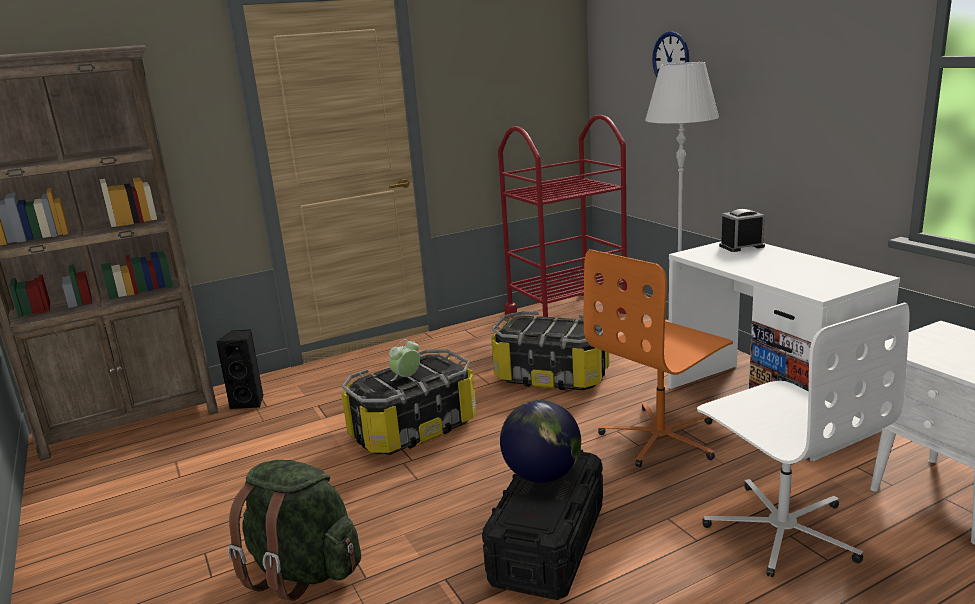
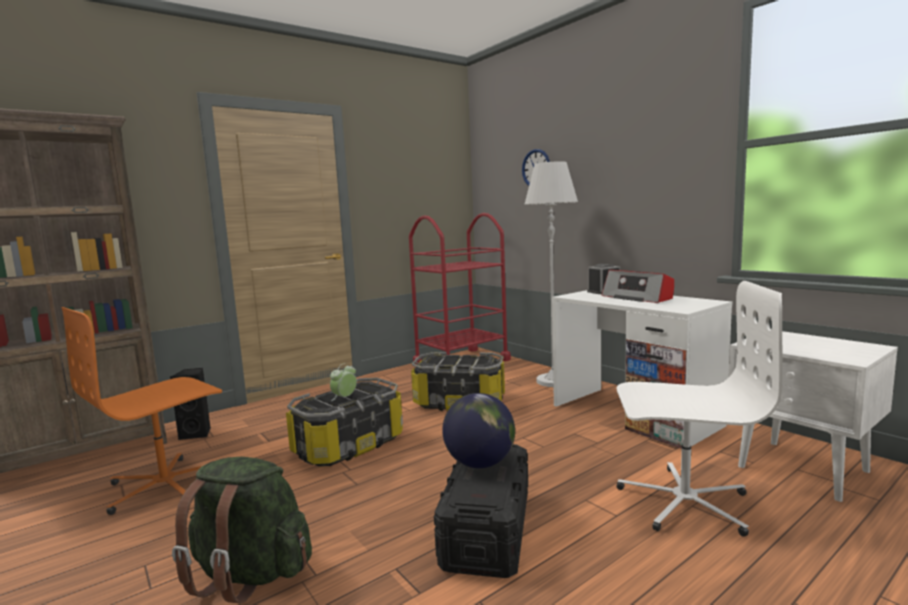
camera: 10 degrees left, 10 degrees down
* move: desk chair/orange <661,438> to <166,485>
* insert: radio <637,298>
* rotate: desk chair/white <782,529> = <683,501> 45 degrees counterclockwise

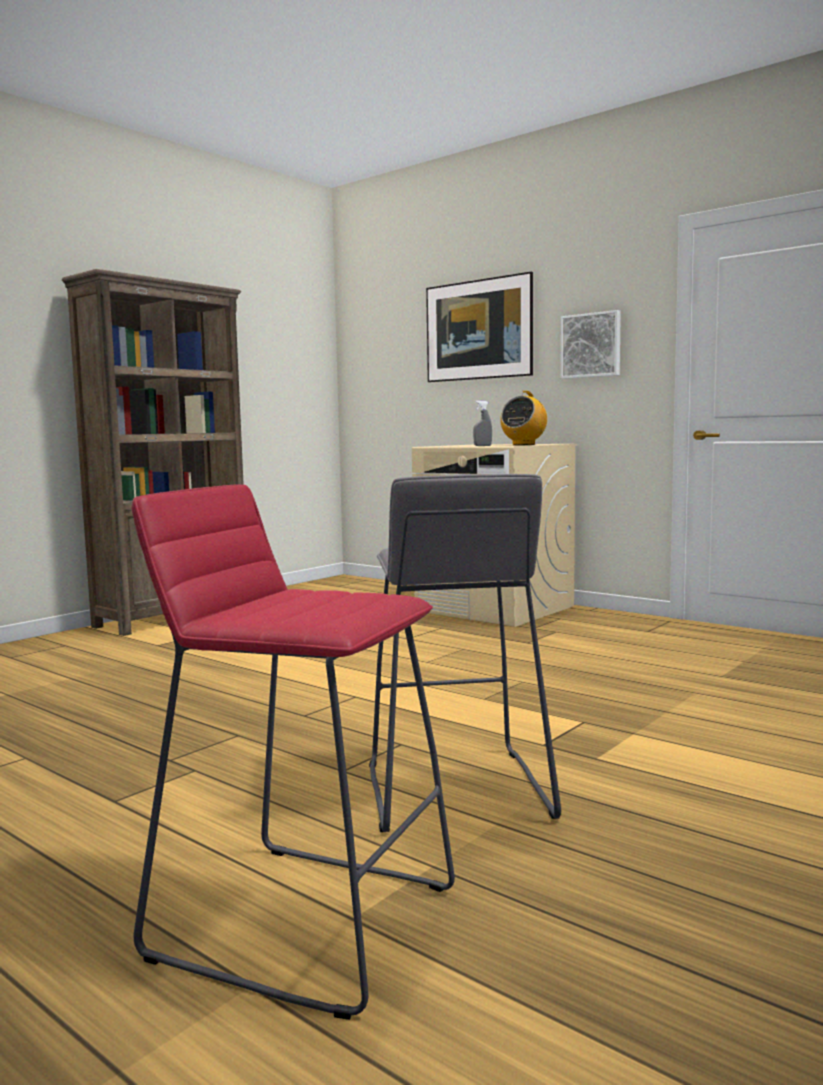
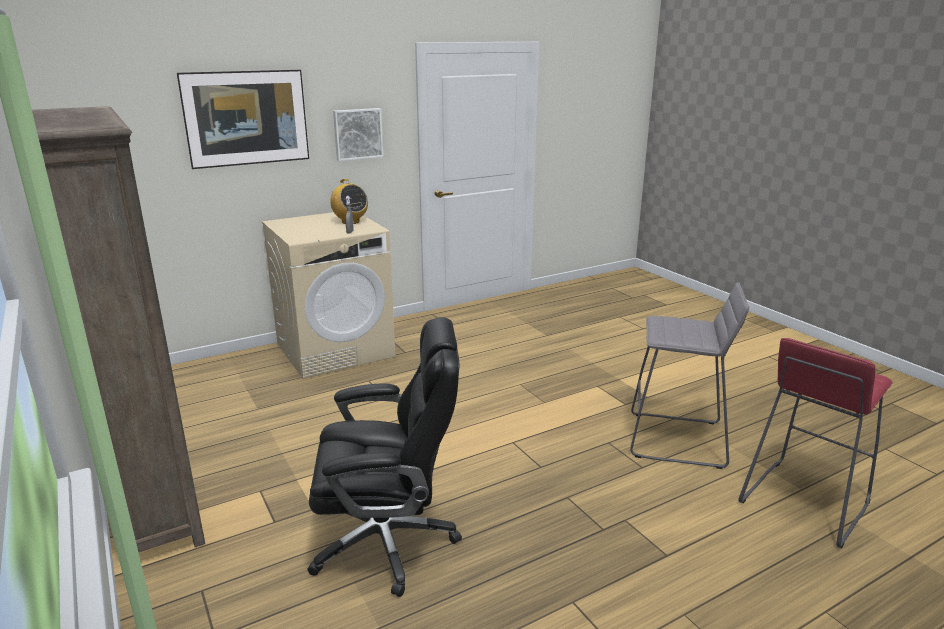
camera: 70 degrees left, 15 degrees up
* insert: desk chair/blackish <388,541>

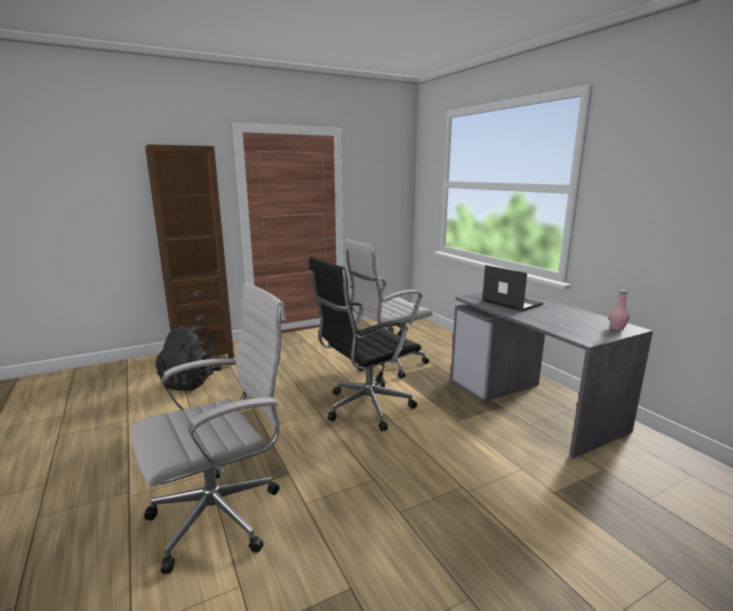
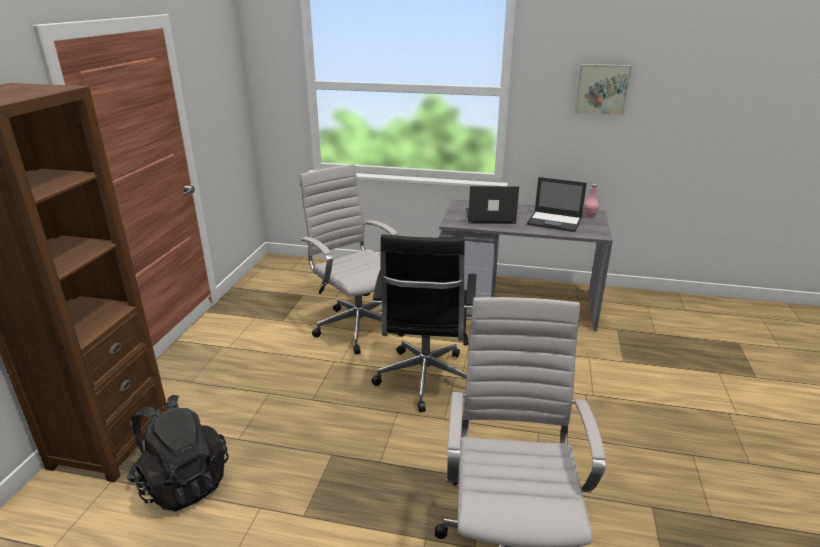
camera: 50 degrees left, 10 degrees up
* rotate: desk chair/white <386,363> = <357,326> 135 degrees clockwise
* insert: portable computer <555,222>
* insert: wall picture <602,89>

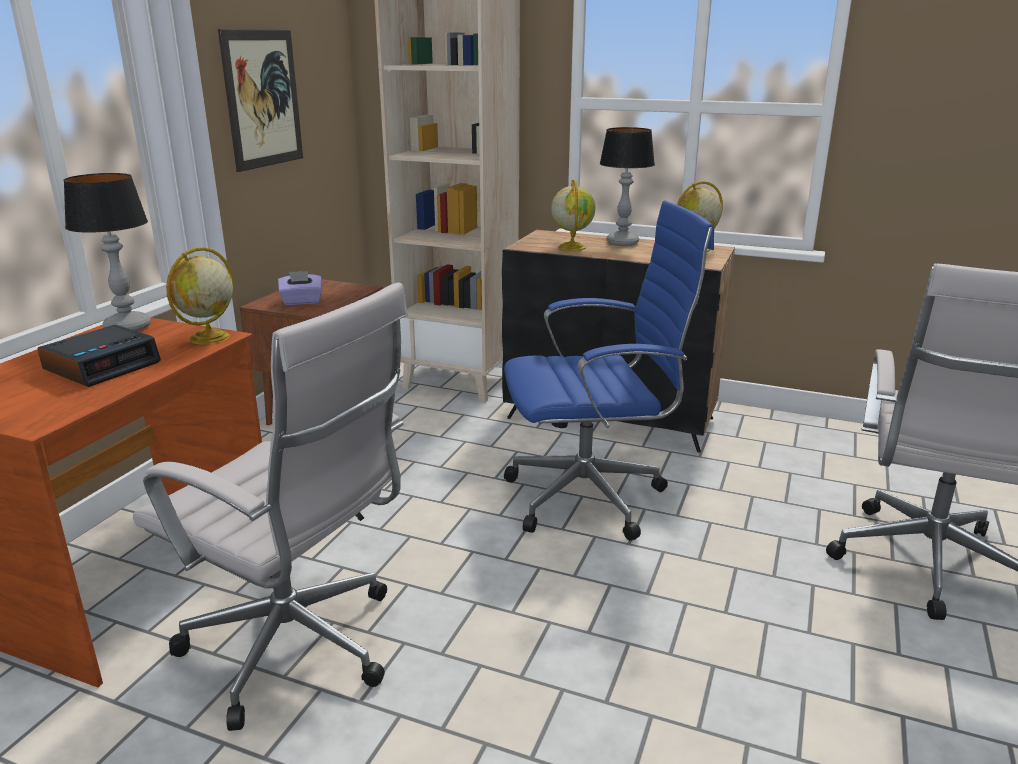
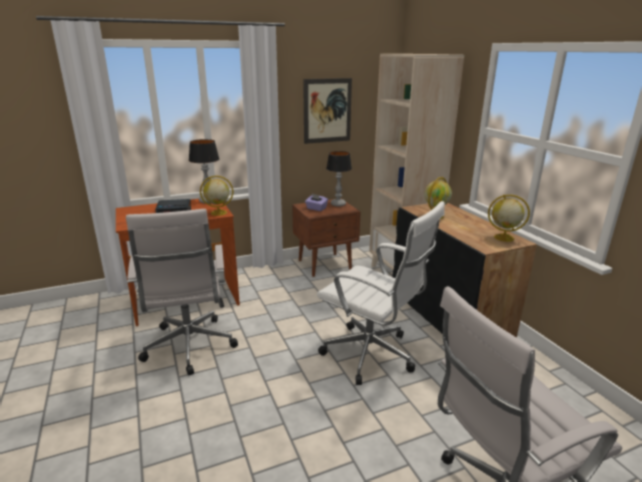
camera: 45 degrees right, 0 degrees up
* recolor: desk chair/bluish <592,497> to desk chair/white <372,355>
* move: lamp for a table <623,243> to <338,204>

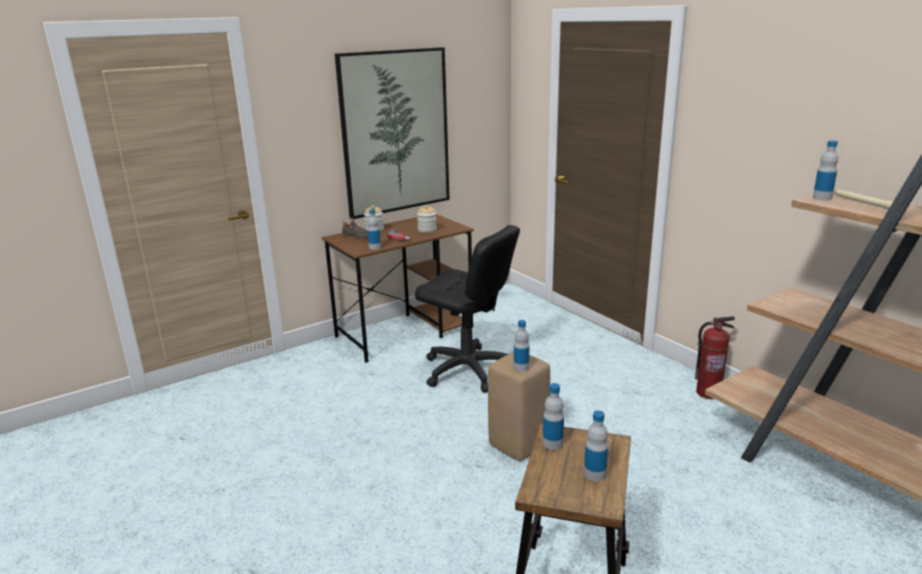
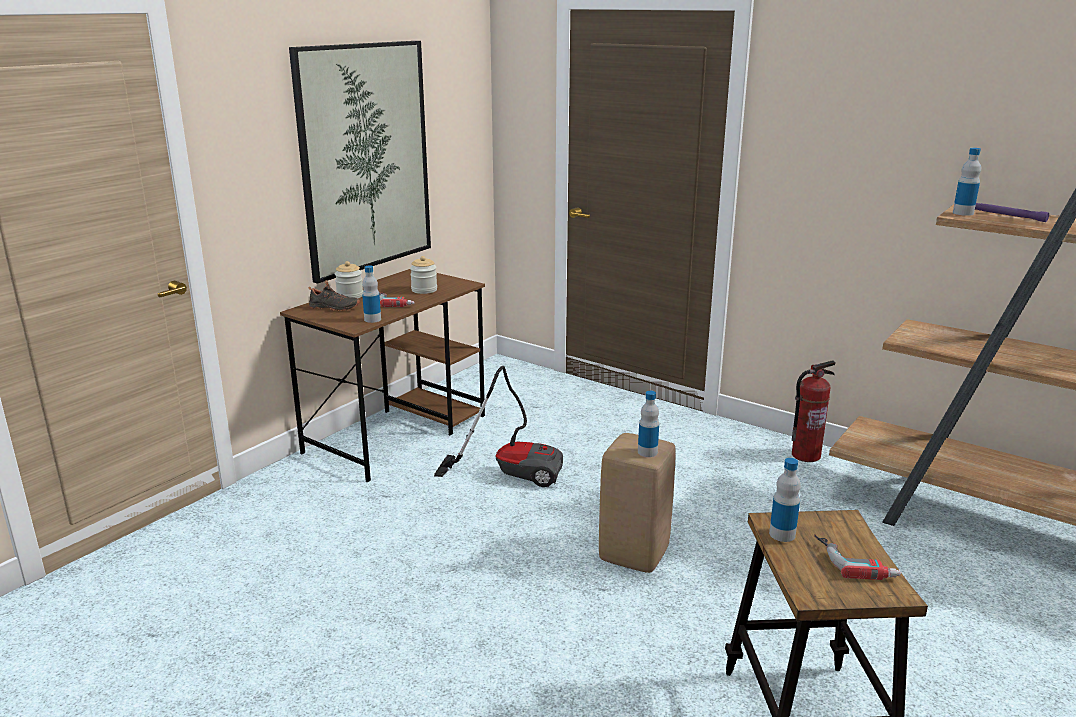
camera: 20 degrees left, 0 degrees up
* replace: desk chair/blackish <467,370> to hoover <512,471>
* replace: bottle <595,474> to electric drill <855,560>
* recolor: torch/beige <862,202> to torch/purple <1007,215>

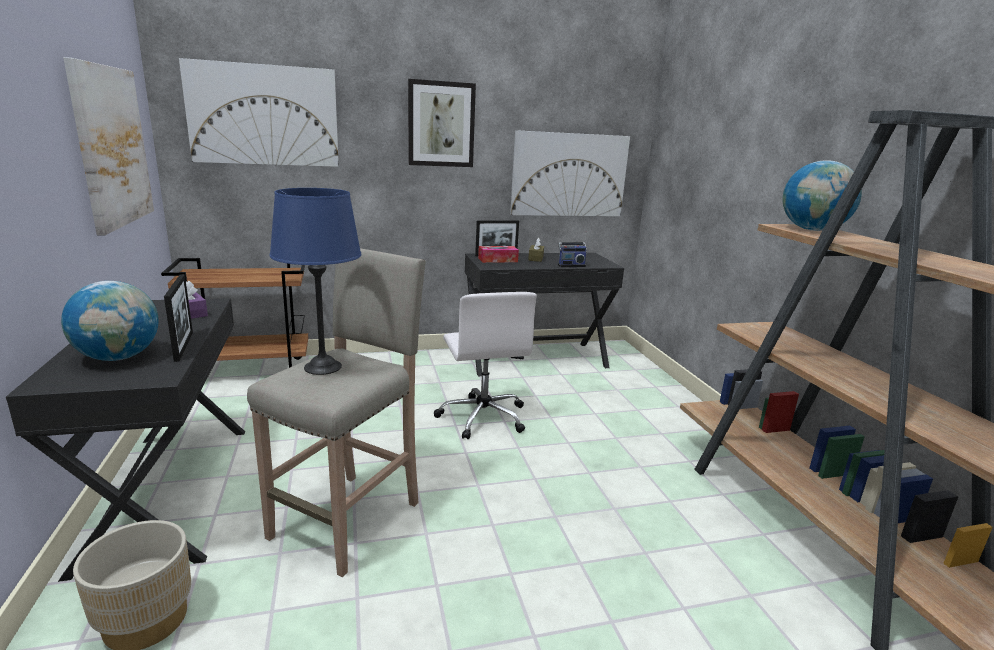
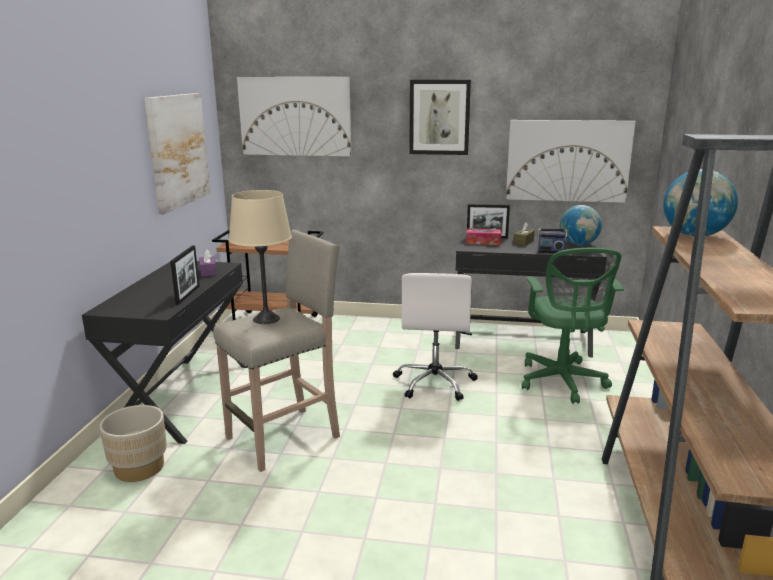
camera: 25 degrees right, 0 degrees up
* recolor: lamp for a table/bluish <322,367> to lamp for a table/beige <266,319>
* insert: desk chair/greenish <562,382>
* move: desk globe <118,357> to <578,244>

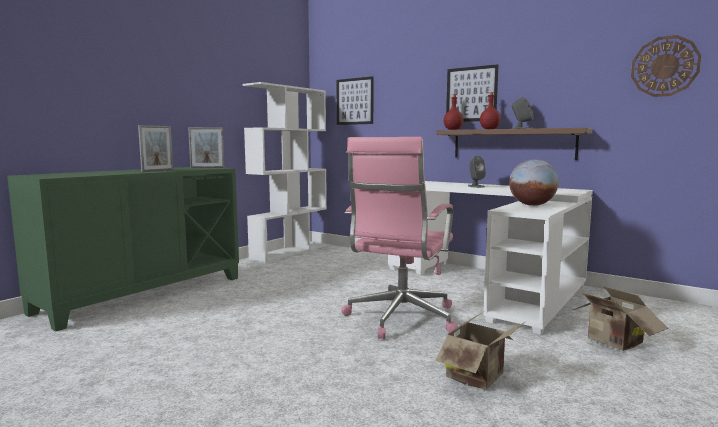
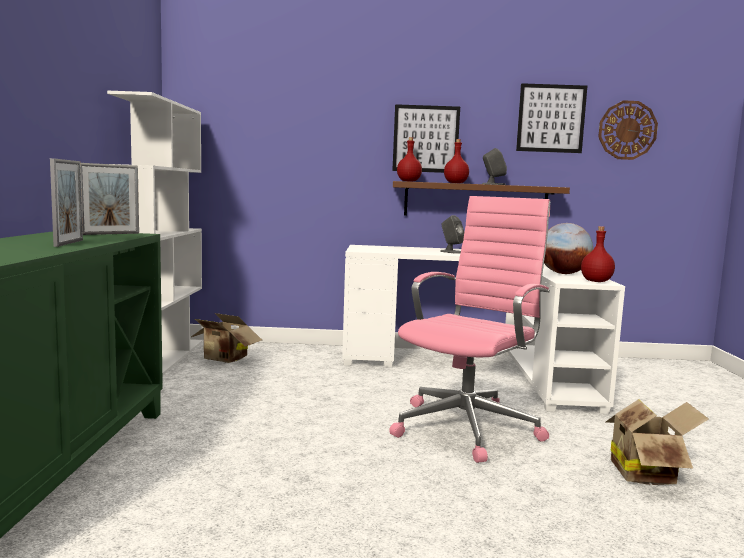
camera: 35 degrees left, 0 degrees up
* move: cardboard box <613,343> to <224,359>
* rotate: desk chair/pink <400,319> = <468,427> 135 degrees counterclockwise
* move: wall picture <354,101> to <551,118>
* insert: bottle/red-coloured <596,281>

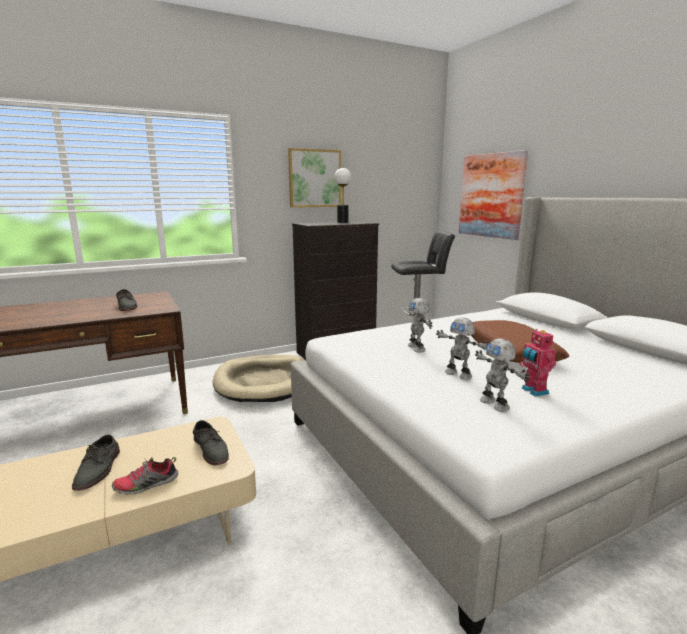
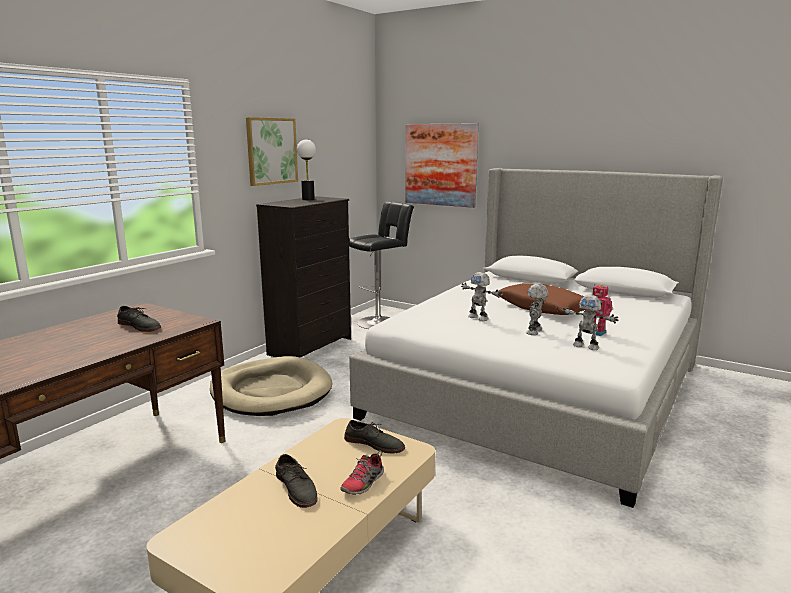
camera: 30 degrees left, 0 degrees up
* rotate: toy robot <459,374> = <535,332> 105 degrees clockwise

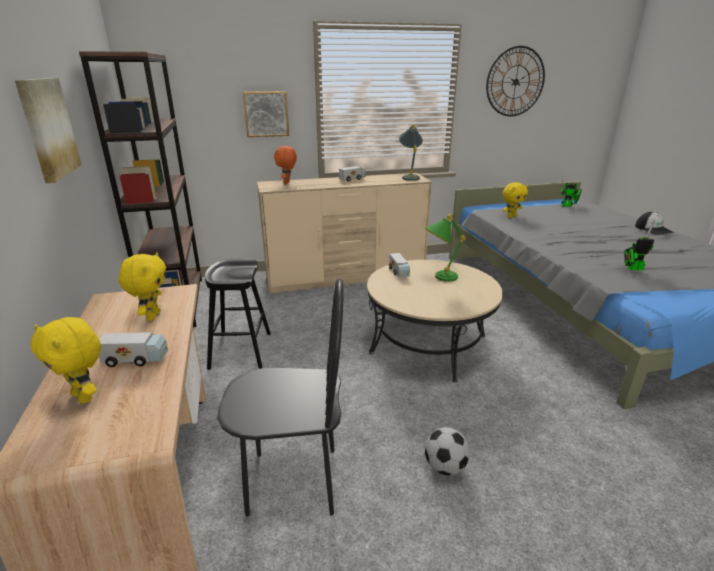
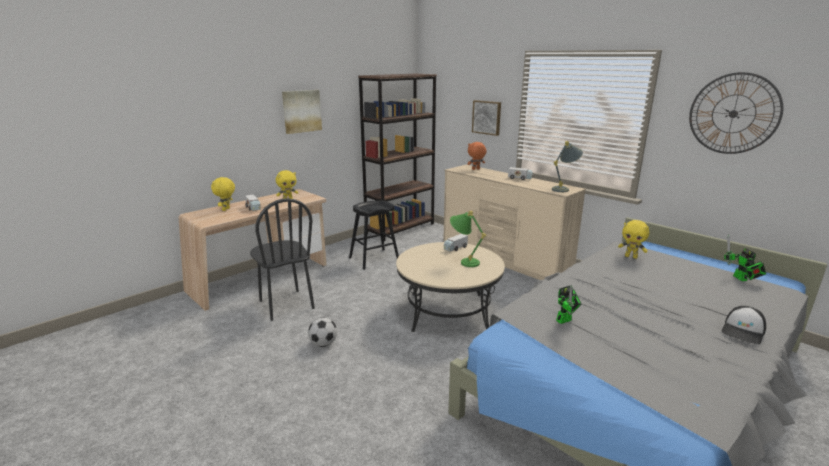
camera: 60 degrees right, 5 degrees down
* rotate: toy robot <633,268> = <565,319> 90 degrees clockwise

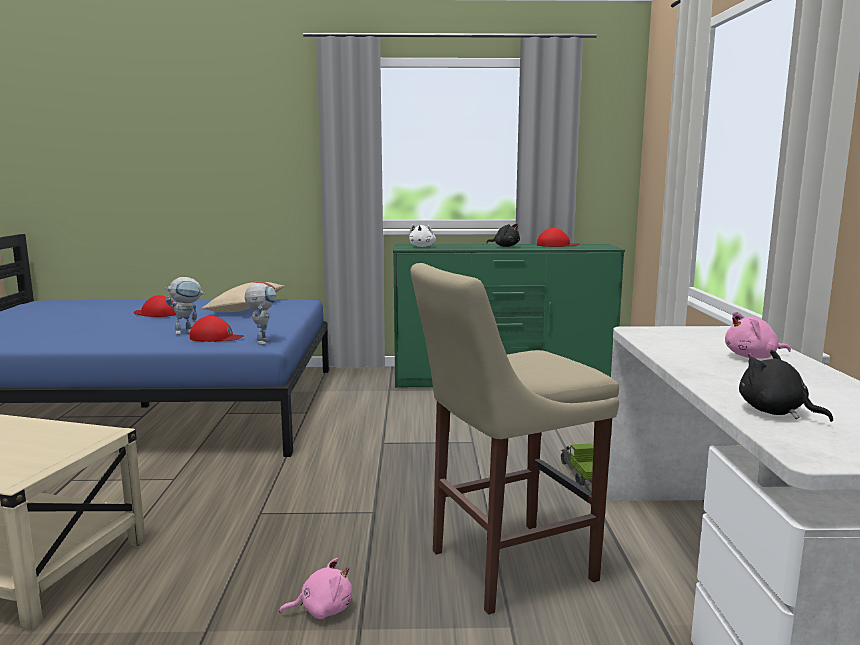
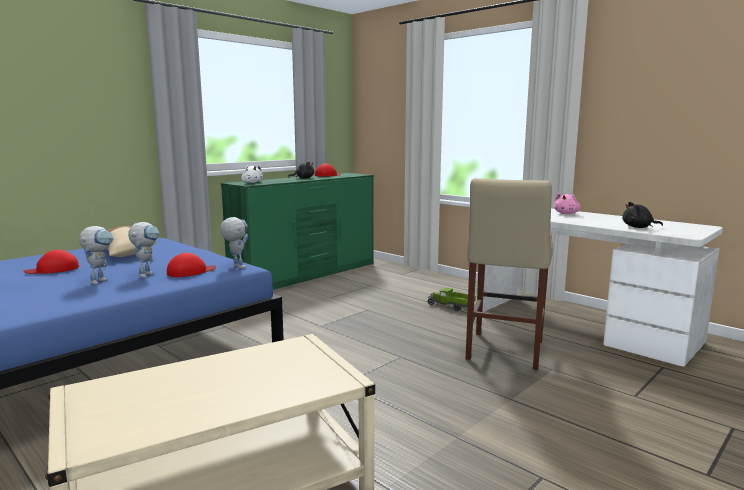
camera: 45 degrees left, 0 degrees up
* insert: toy robot <100,280>
* delete: cuddly toy/pink <322,609>

